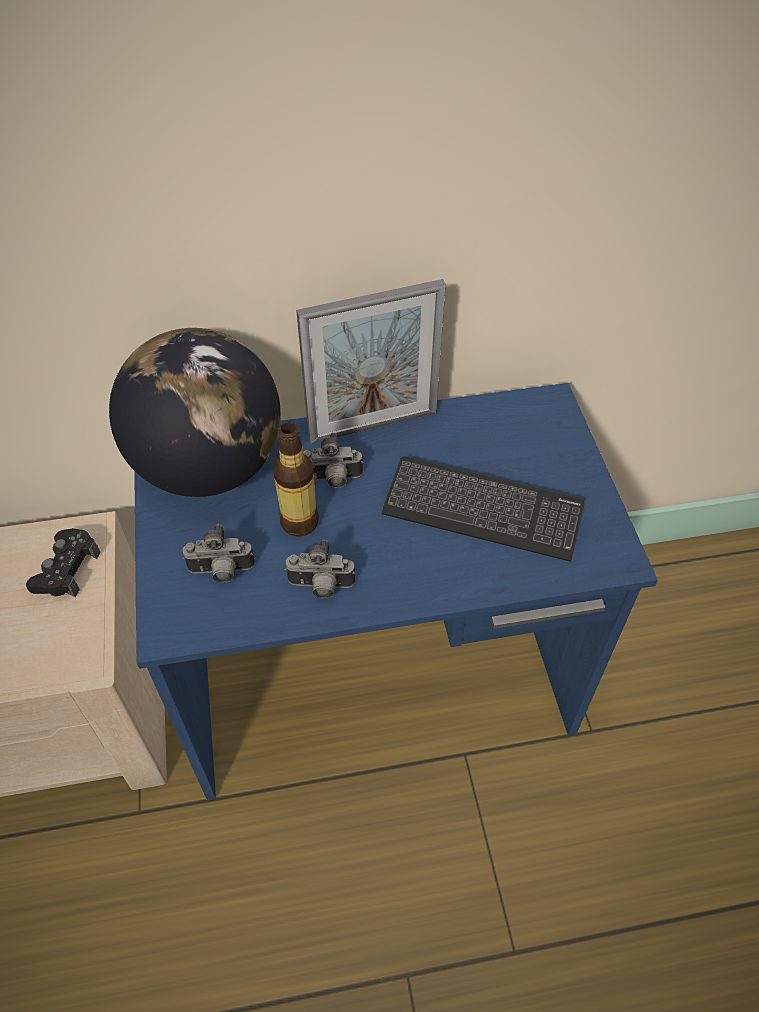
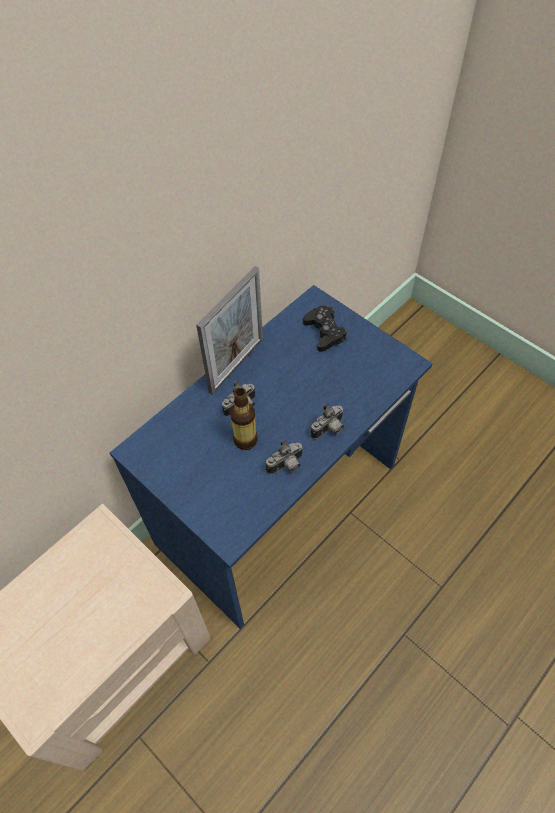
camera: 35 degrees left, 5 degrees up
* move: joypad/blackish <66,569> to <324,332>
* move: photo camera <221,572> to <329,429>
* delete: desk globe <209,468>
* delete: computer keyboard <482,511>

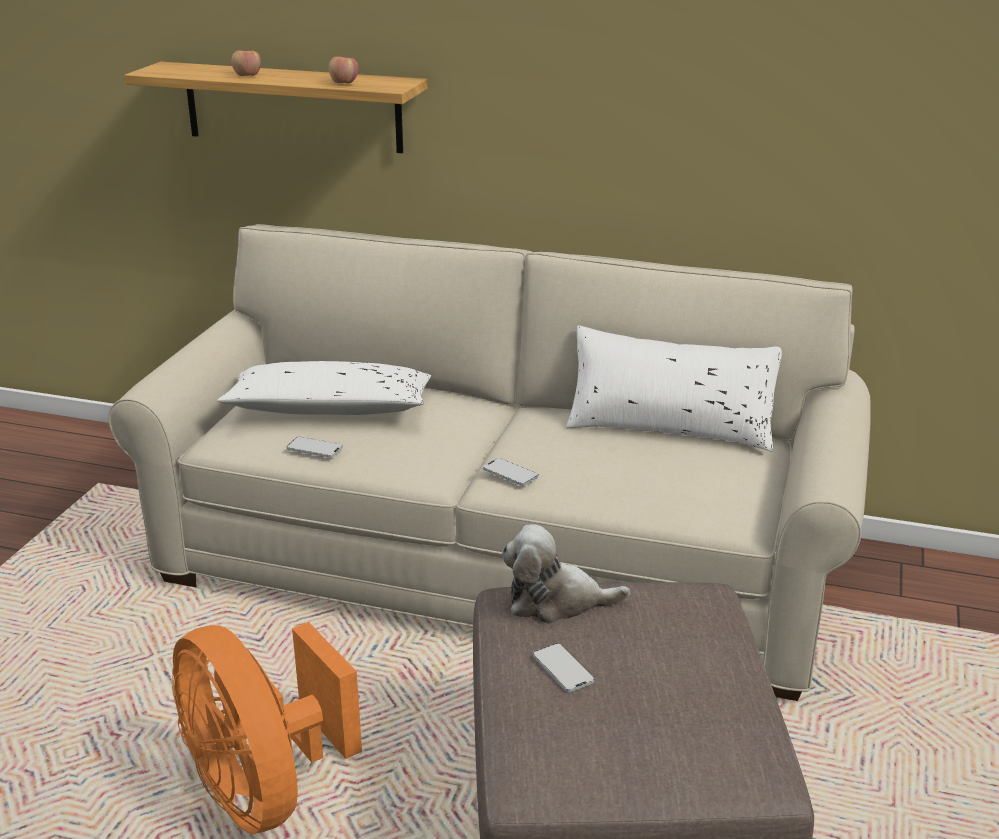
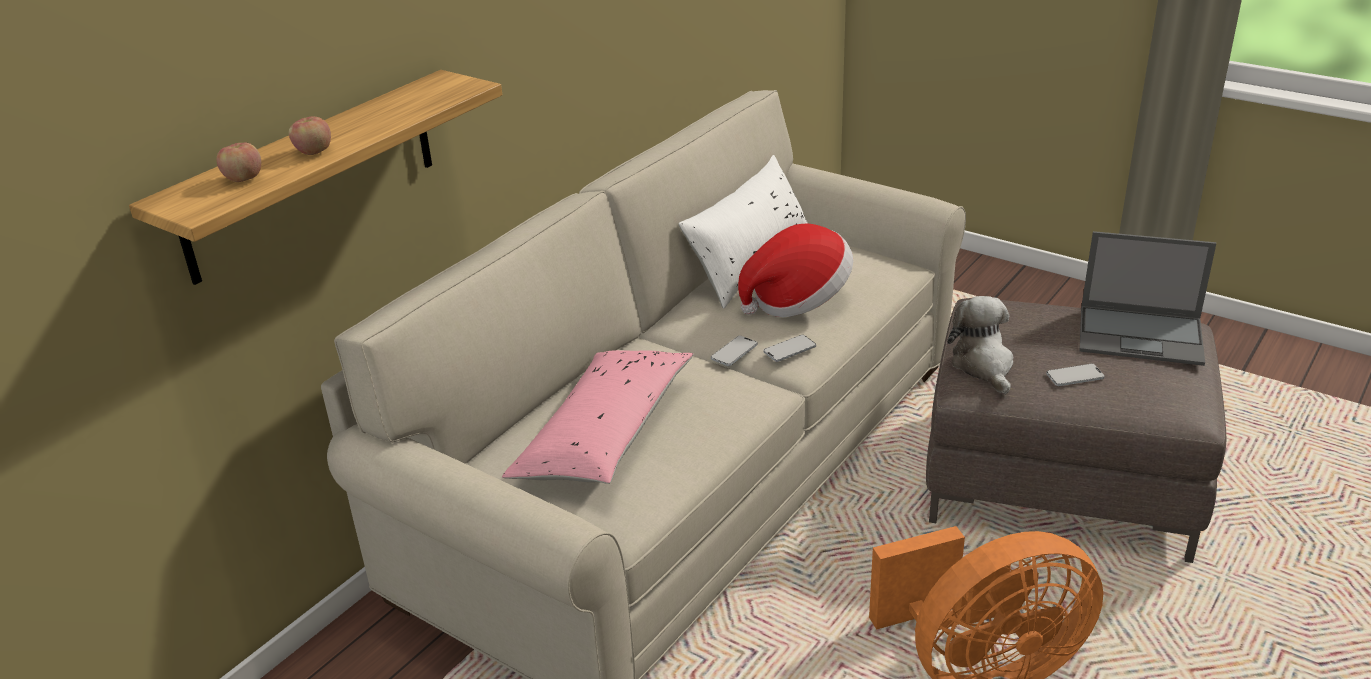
camera: 70 degrees left, 5 degrees up
* move: whole apple <343,83> to <243,179>
* recolor: pillow/white <330,409> to pillow/pink <605,434>
* move: phone <314,448> to <734,352>
* insert: wearable hat <797,300>
* rotate: cuddly toy <556,602> = <984,366> 150 degrees clockwise
* insert: portable computer <1142,335>

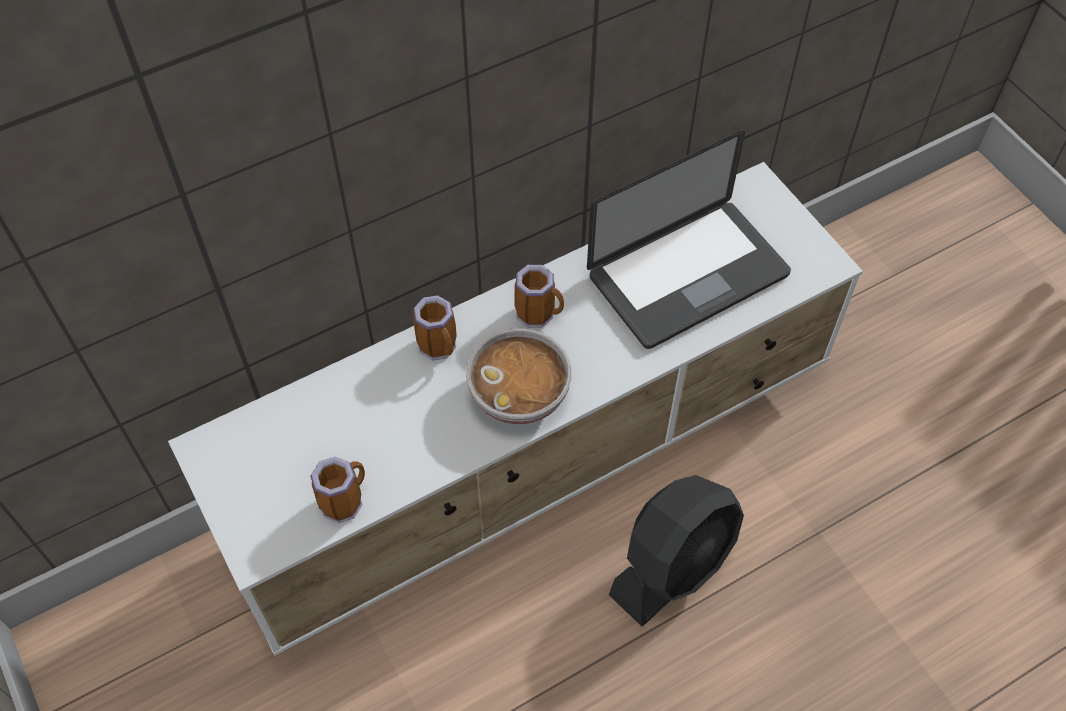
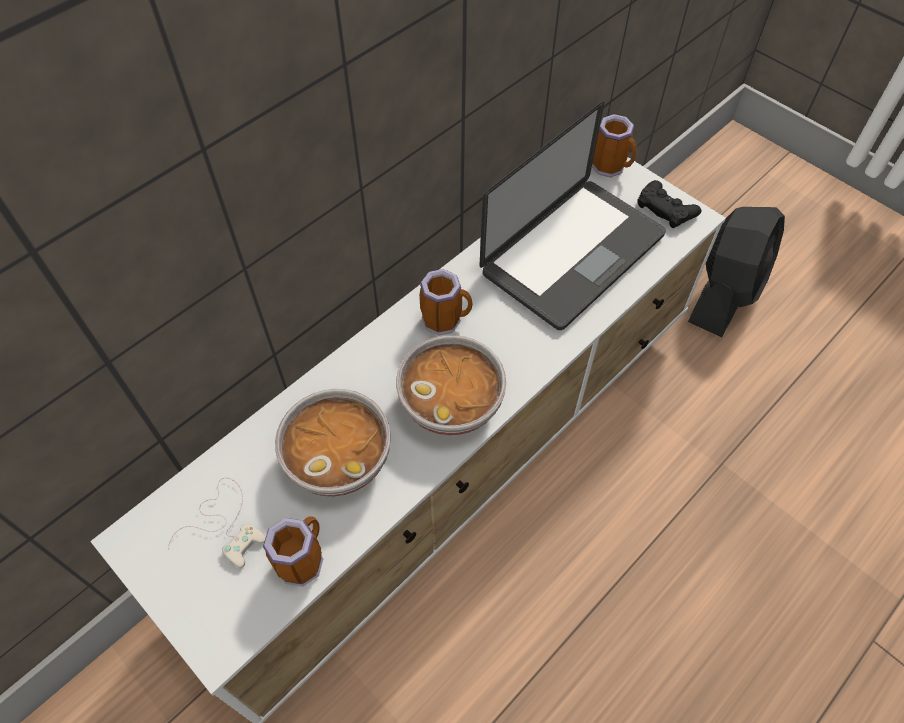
camera: 15 degrees left, 0 degrees up
* insert: joypad/white <225,523>
* insert: serving bowl <339,458>
* move: mug <440,347> to <611,167>
* insert: joypad/blackish <666,208>
* move: fan/blackish <674,566> to <725,293>

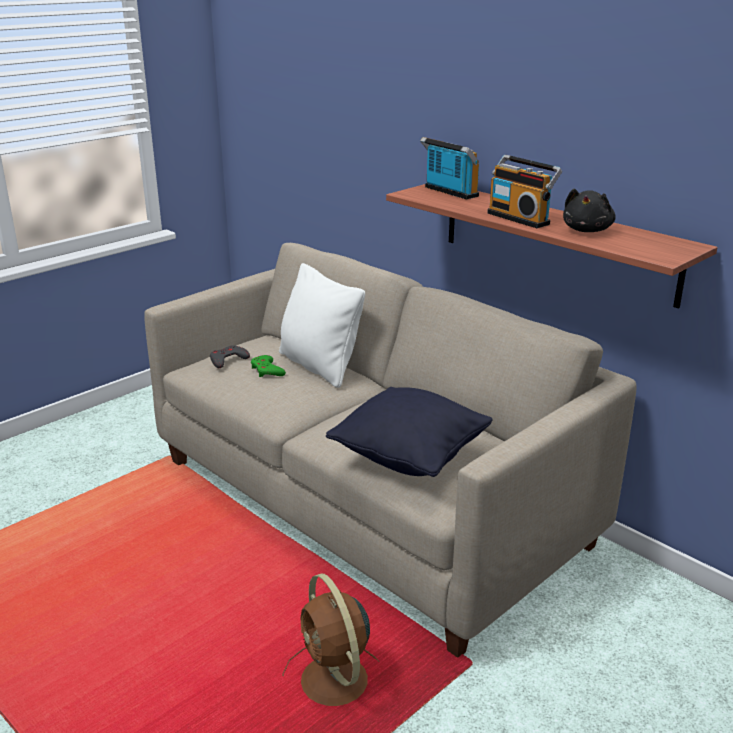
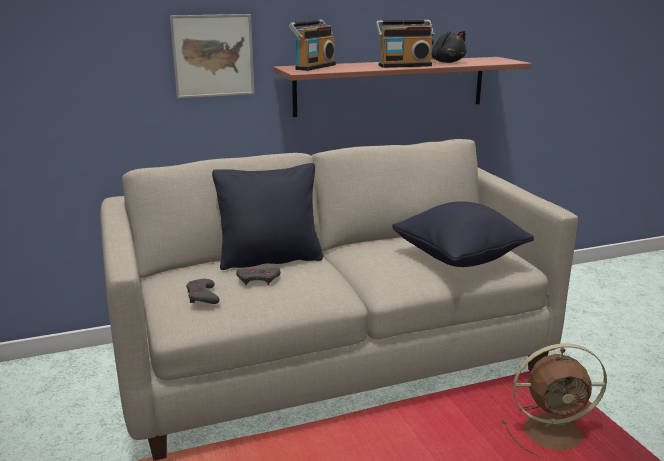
camera: 65 degrees left, 5 degrees down
* insert: wall picture <213,56>
* recolor: pillow/white <319,366> to pillow/blackish <270,260>
* recolor: joypad/greenish <267,370> to joypad/grey <258,279>
* rotate: radio <448,192> = <313,67> 135 degrees clockwise

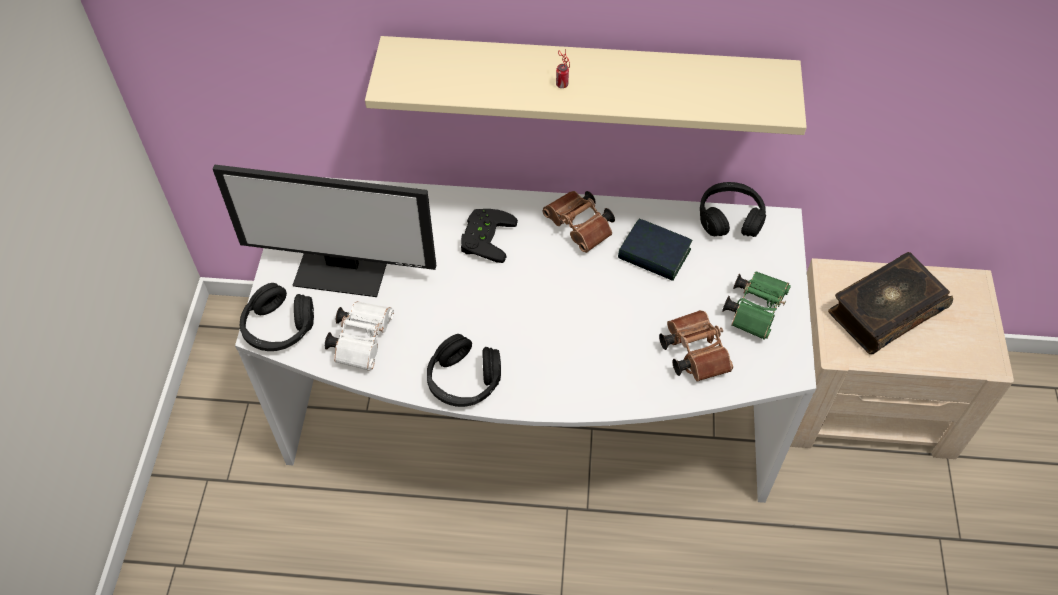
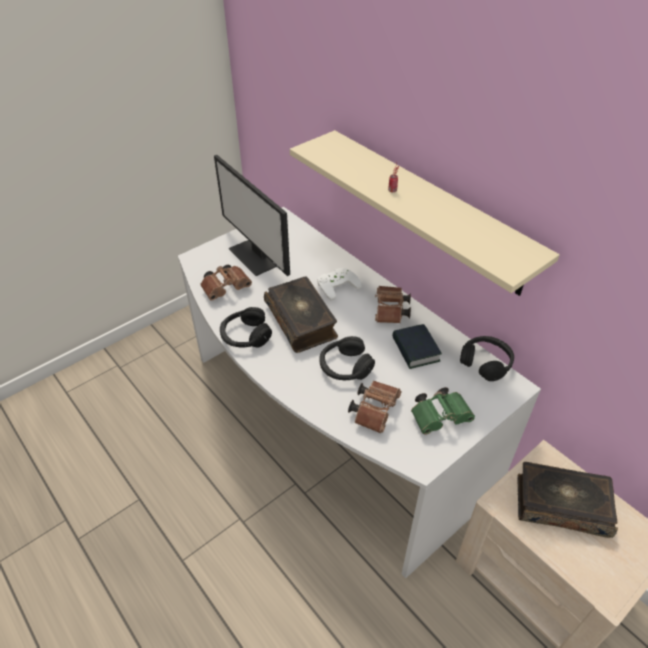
camera: 45 degrees right, 10 degrees down
* recolor: binoculars/white <362,339> to binoculars/brown-coloured <227,288>
* insert: volume <302,321>
* recolor: joypad/blackish <484,237> to joypad/white <336,284>
* move: headphones/blackish <278,327> to <345,367>

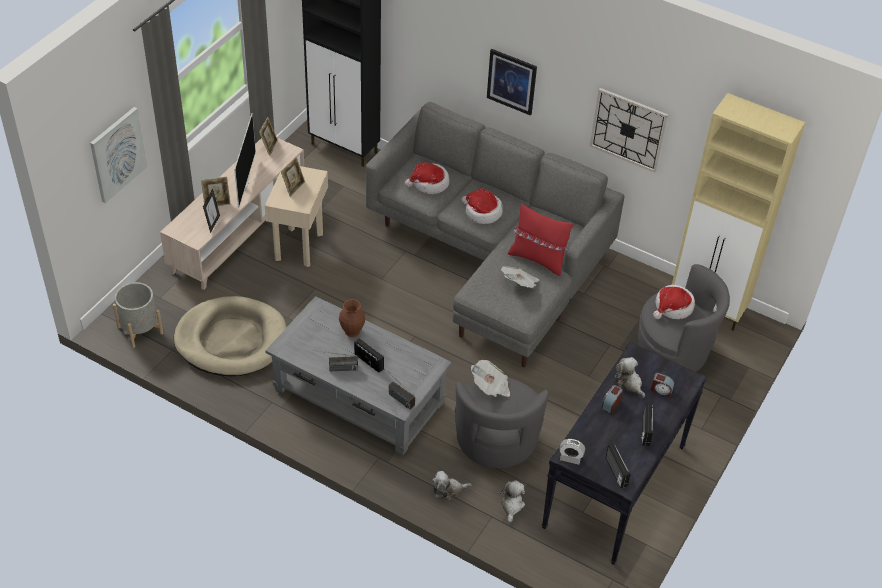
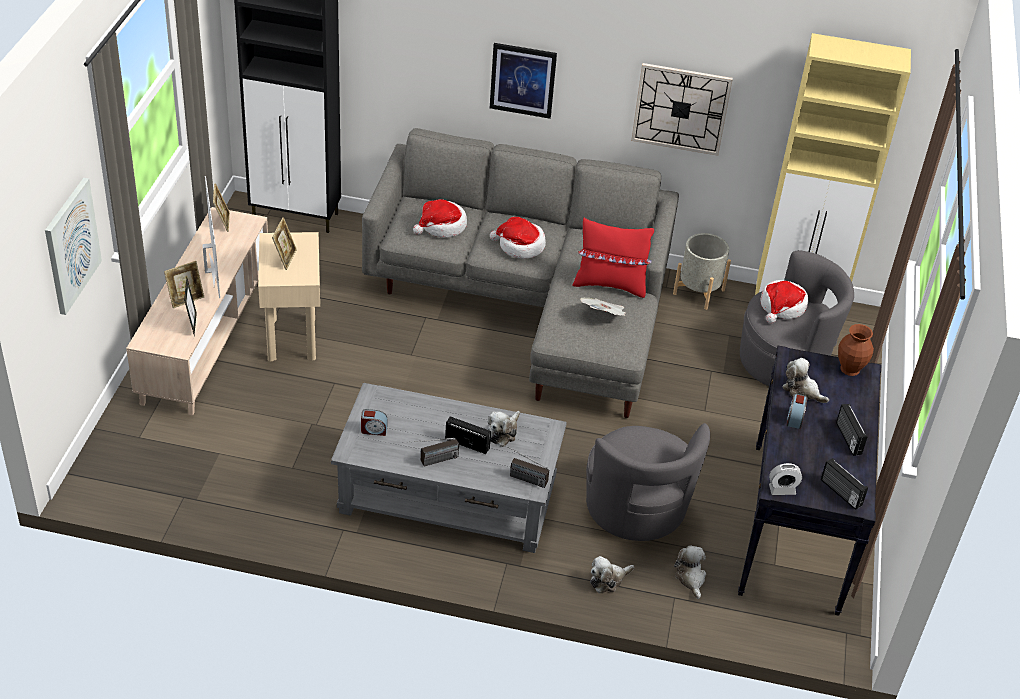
camera: 20 degrees left, 5 degrees down
* move: table clock <661,390> to <374,430>
* insert: cuddly toy <503,432>
* move: flower pot/grey <140,330> to <698,292>
* move: decorative vase/brown-coloured <352,332> to <850,369>
* delete: dog bed/beige <231,340>
* delete: newspaper <490,387>

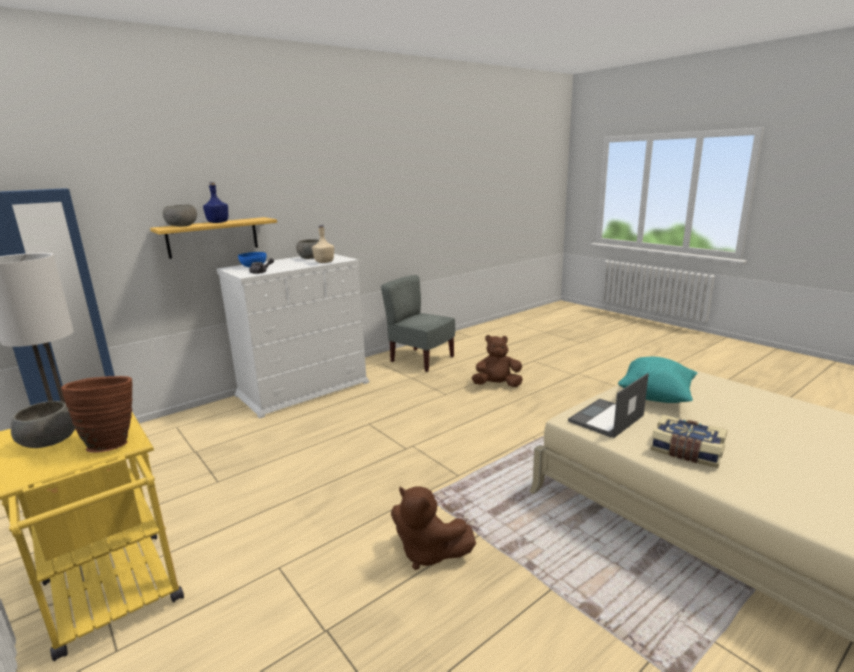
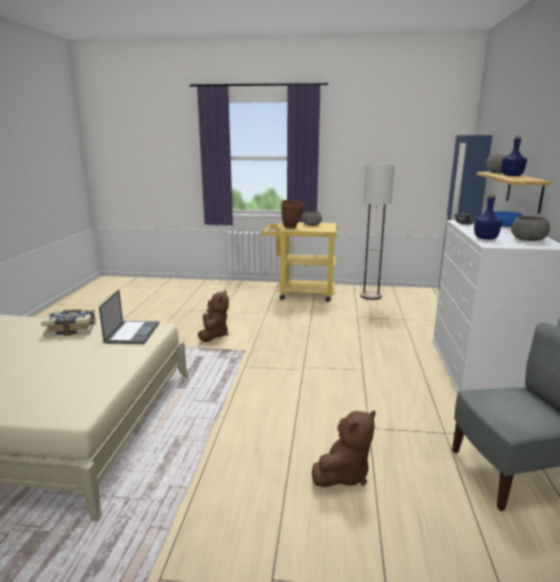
camera: 135 degrees right, 0 degrees up
* rotate: cuddly toy/brown-coloured <428,553> = <213,335> 105 degrees clockwise
* recolor: bottle/beige <324,262> to bottle/bluish <485,238>
* delete: pillow/turquoise-coloured <656,396>

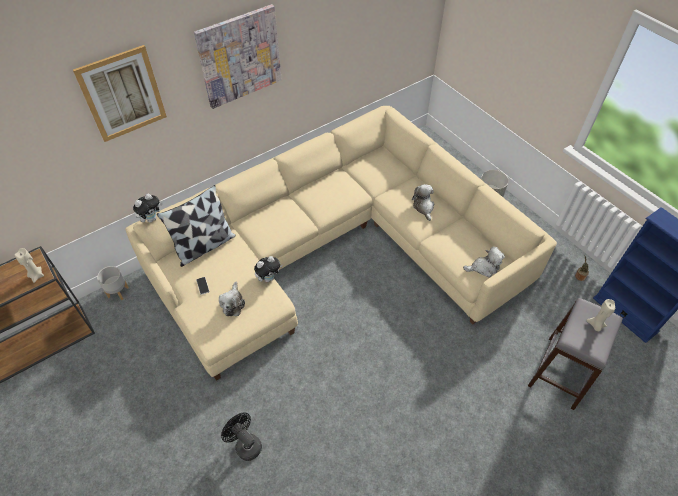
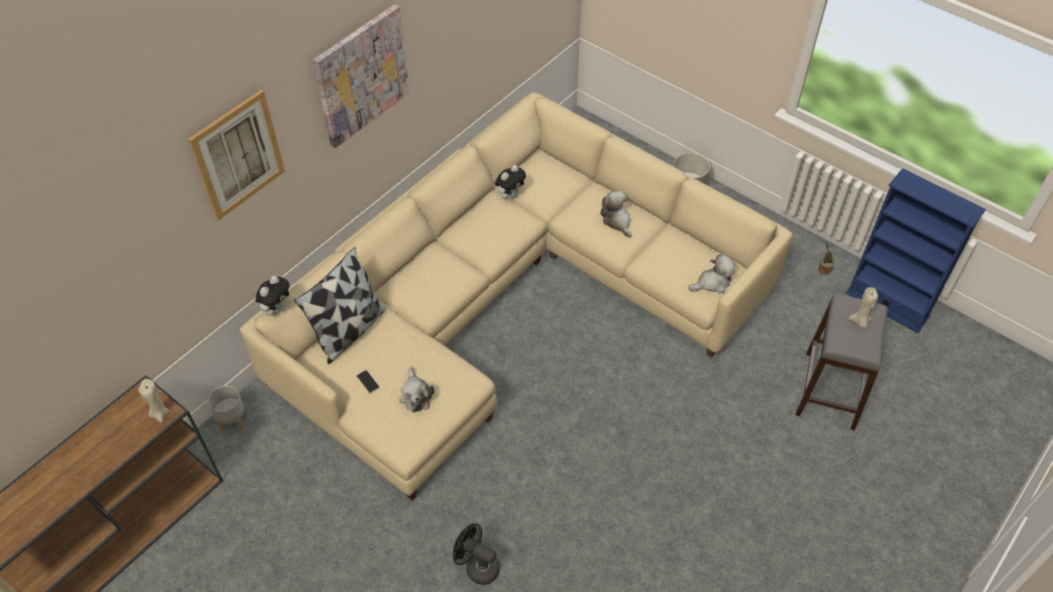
camera: 15 degrees left, 0 degrees up
* move: cuddly toy <269,278> to <510,195>

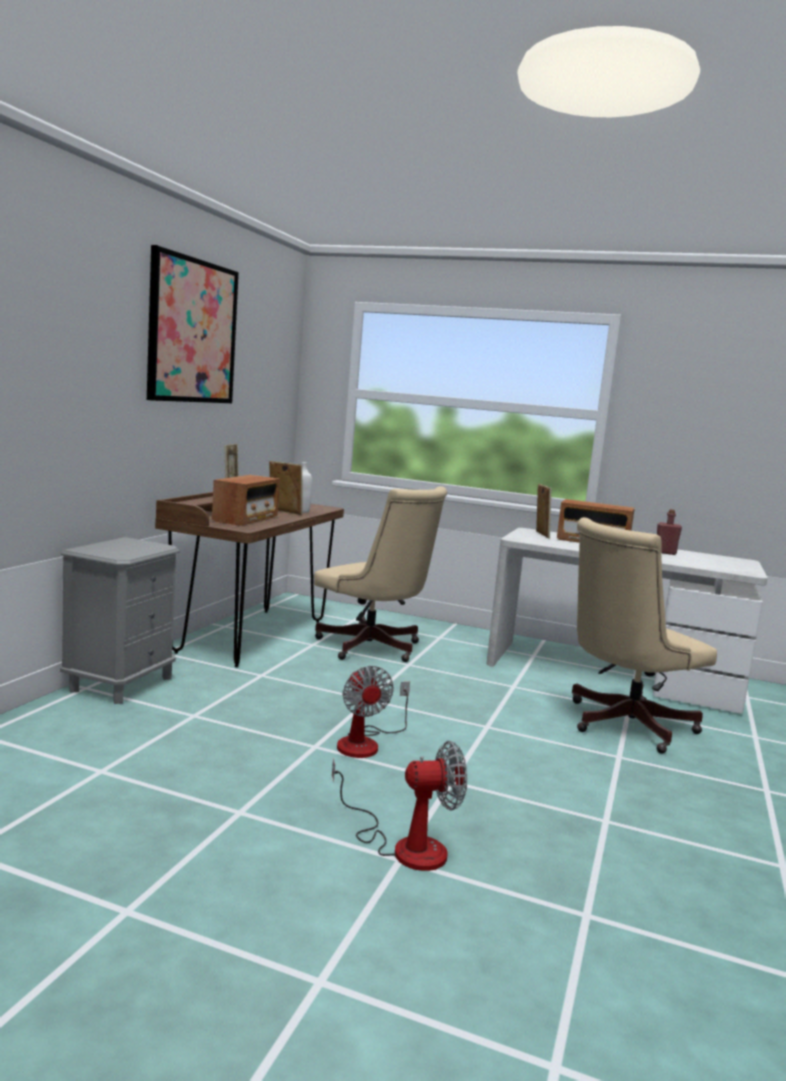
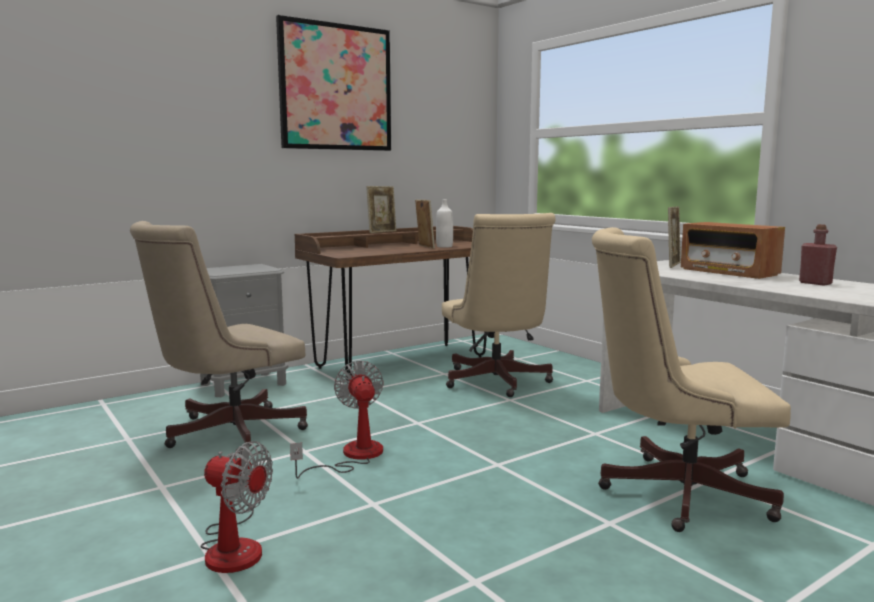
camera: 35 degrees right, 0 degrees up
* insert: desk chair/beige <226,433>
* rotate: fan <366,743> = <352,456> 150 degrees clockwise
* delete: radio <246,519>

